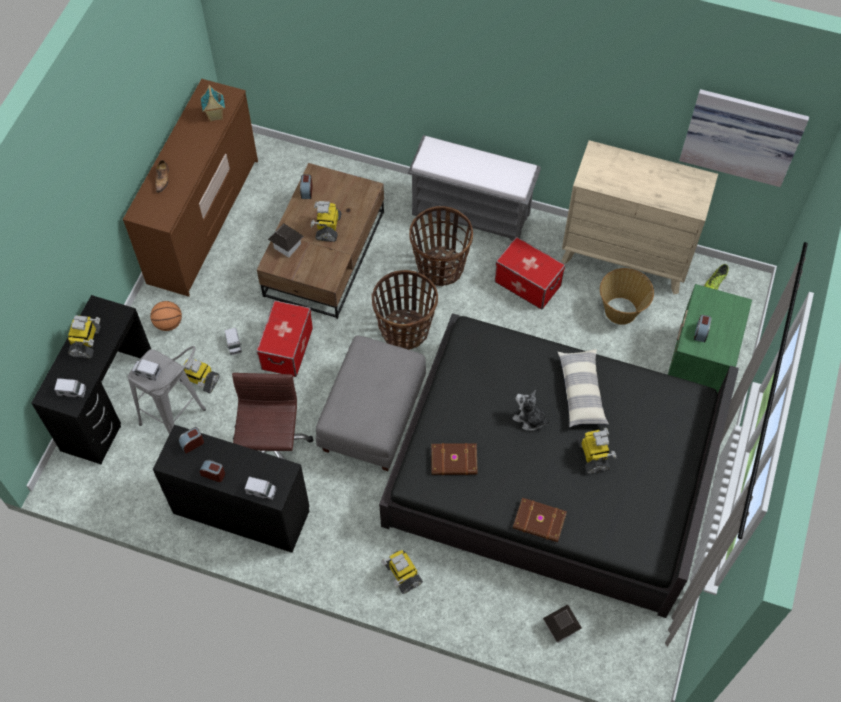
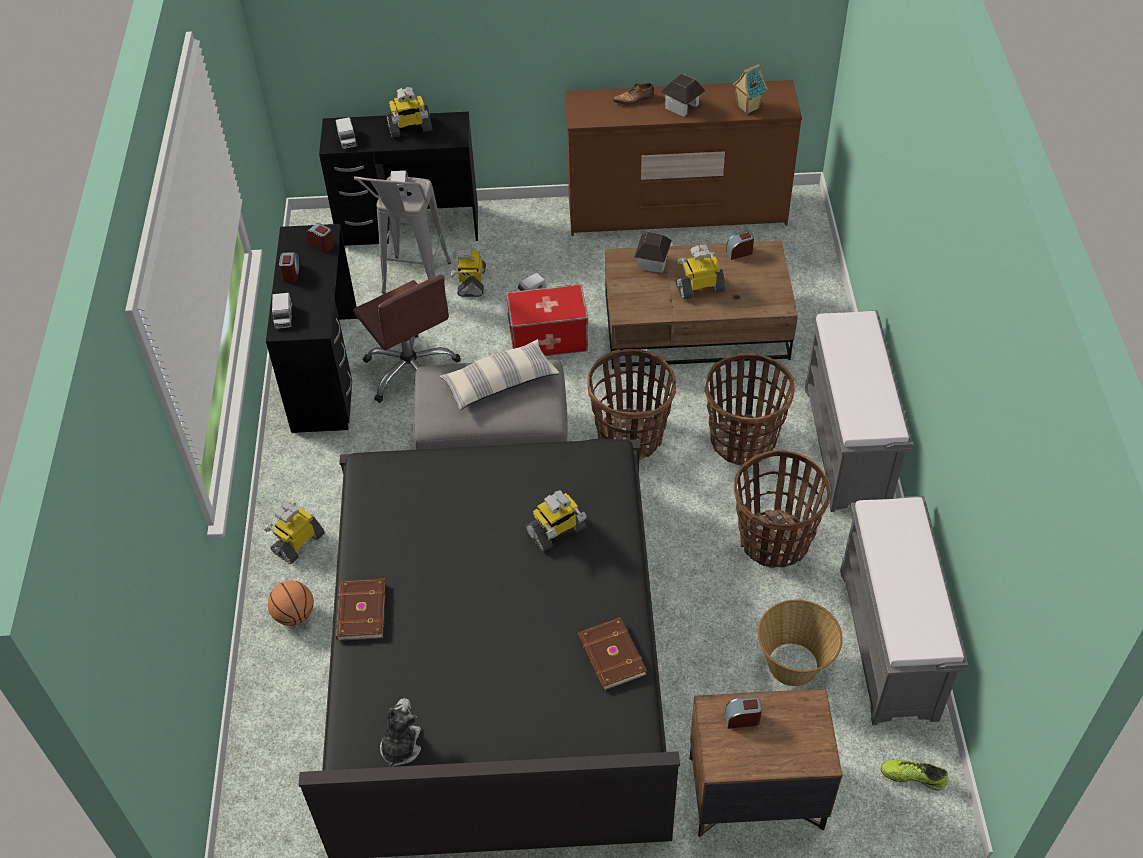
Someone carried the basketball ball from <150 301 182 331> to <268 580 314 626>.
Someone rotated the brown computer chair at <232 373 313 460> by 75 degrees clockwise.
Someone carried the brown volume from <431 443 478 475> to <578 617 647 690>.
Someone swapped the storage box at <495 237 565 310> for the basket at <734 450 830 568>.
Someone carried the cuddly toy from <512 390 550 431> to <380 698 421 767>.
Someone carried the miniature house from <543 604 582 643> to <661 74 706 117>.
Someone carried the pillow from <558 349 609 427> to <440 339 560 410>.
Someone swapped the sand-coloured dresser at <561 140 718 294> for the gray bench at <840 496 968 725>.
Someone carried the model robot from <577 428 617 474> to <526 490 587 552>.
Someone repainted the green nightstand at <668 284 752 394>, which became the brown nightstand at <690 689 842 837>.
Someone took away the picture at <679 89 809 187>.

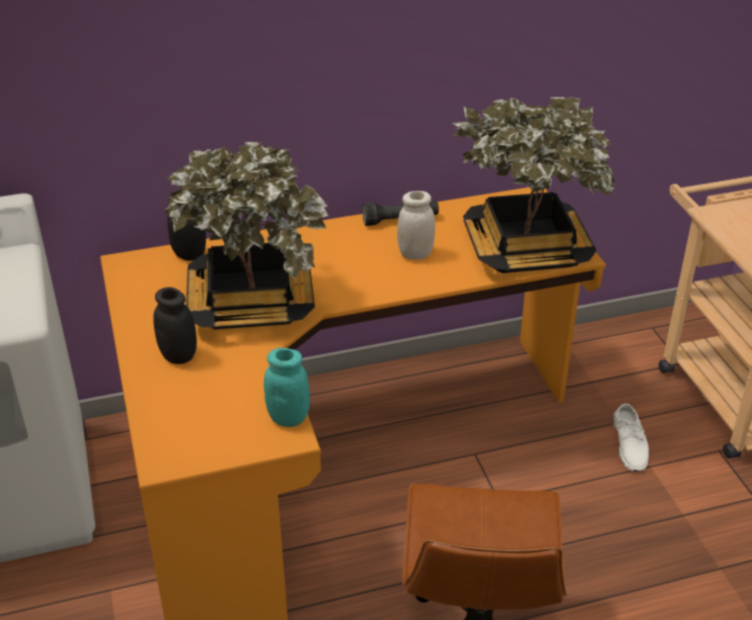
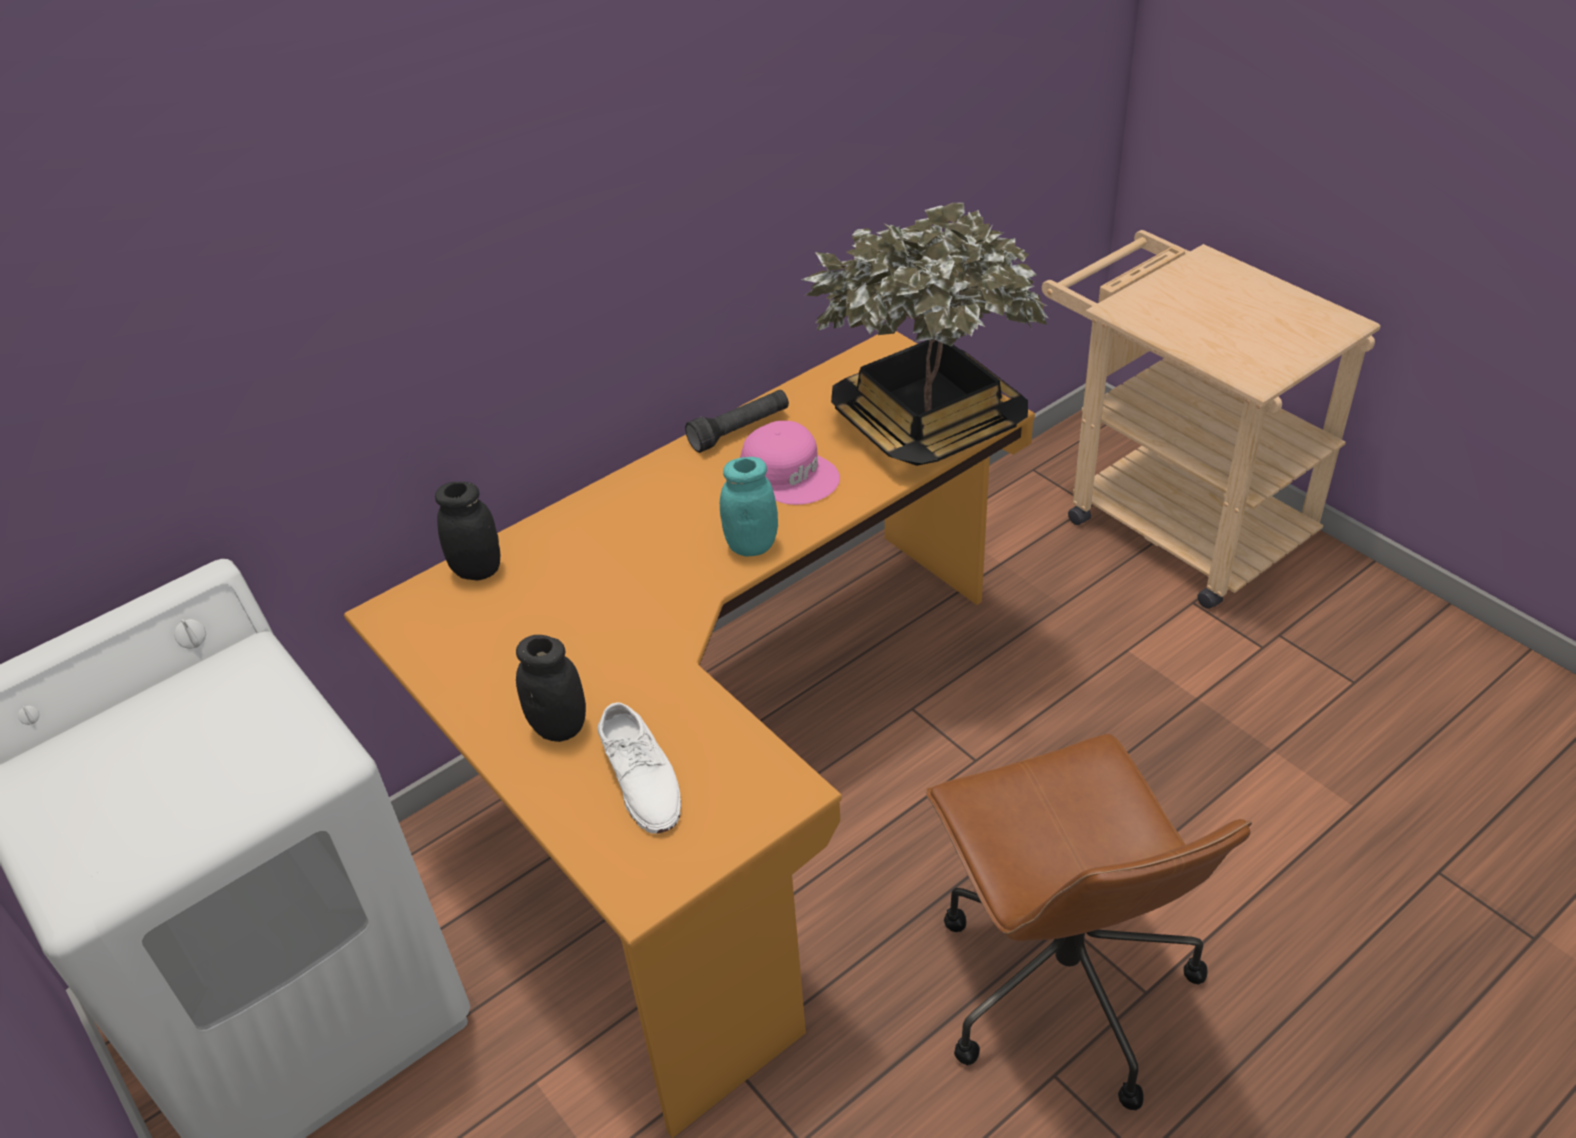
Someone took away the houseplant at <164 142 329 329>.
Someone carried the turquoise-coloured preserve jar from <264 348 310 427> to <720 457 778 557>.
Someone swapped the white preserve jar at <397 191 435 260> for the pink peaked cap at <740 421 840 505>.
Someone carried the white item of footwear from <613 404 649 472> to <597 702 681 834>.

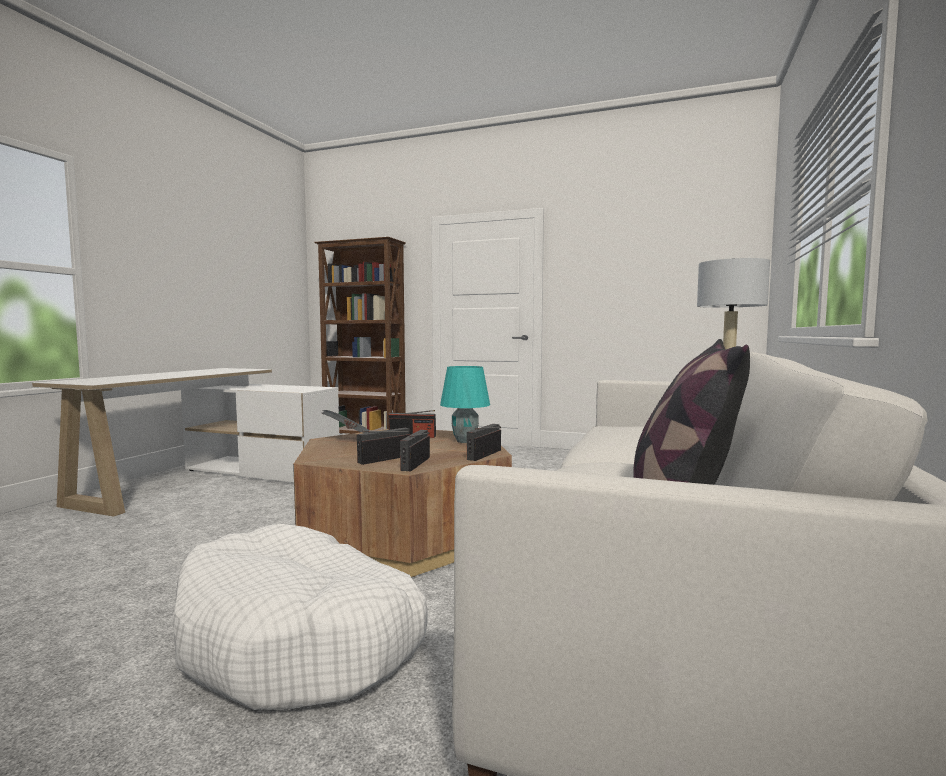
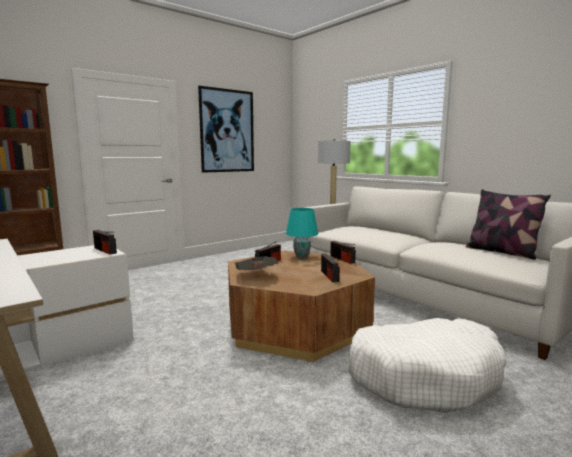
Someone carried the radio from <400 430 430 471> to <93 230 117 255>.
Someone put up the picture at <198 86 254 173>.

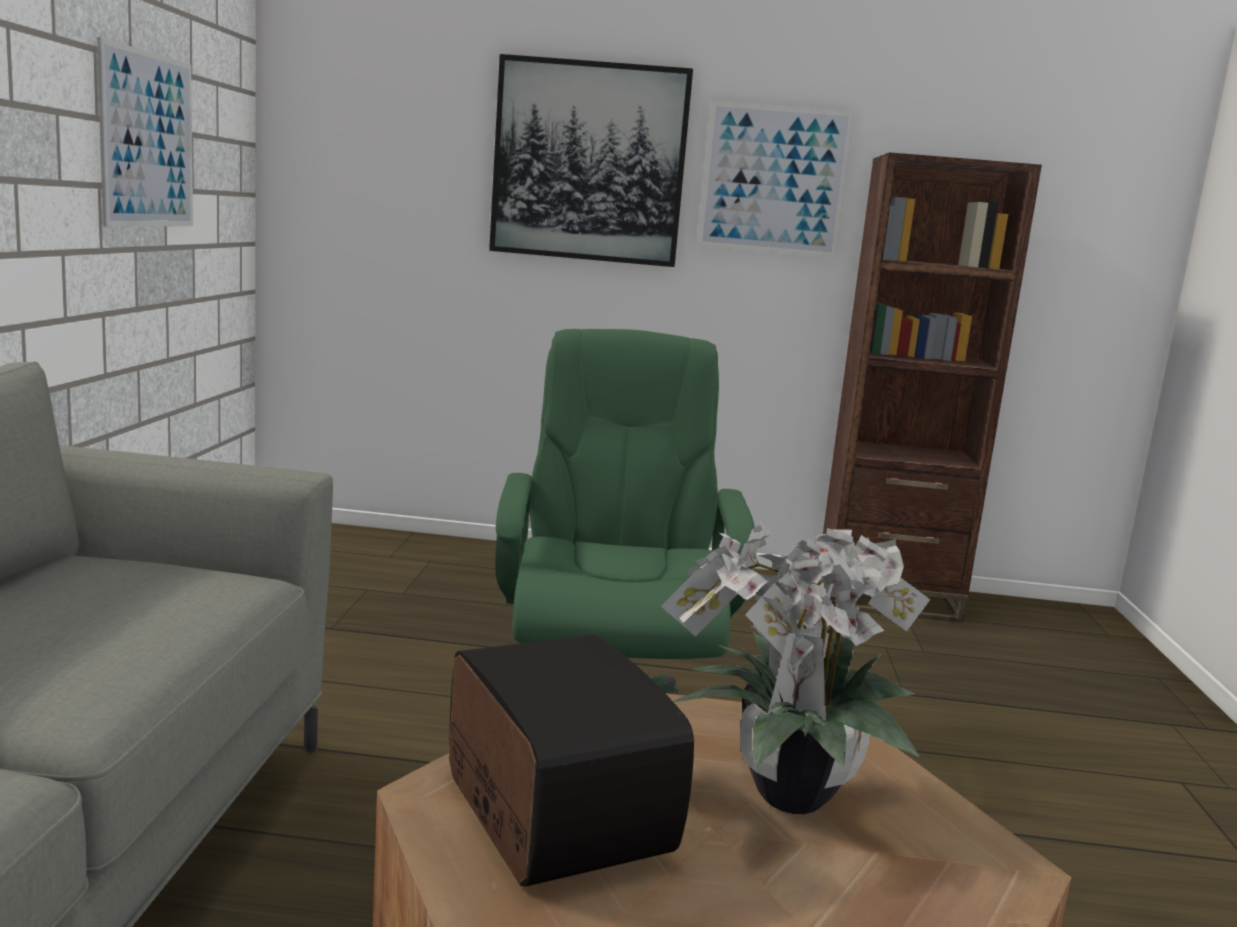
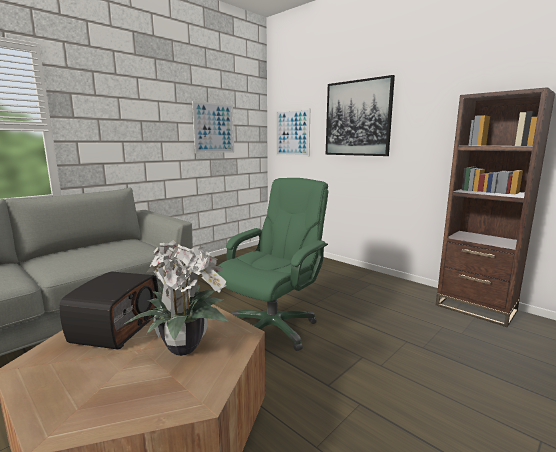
Someone carried the picture from <697 101 855 258> to <276 108 310 157>.

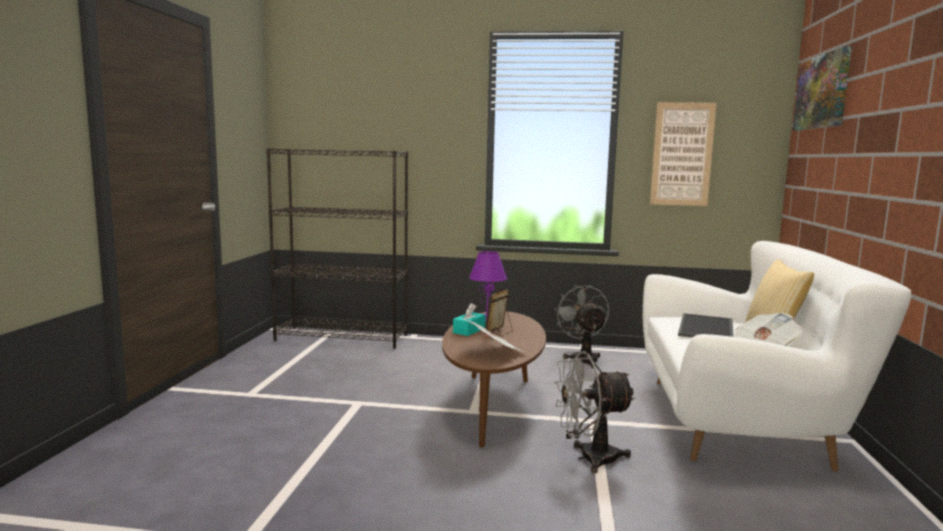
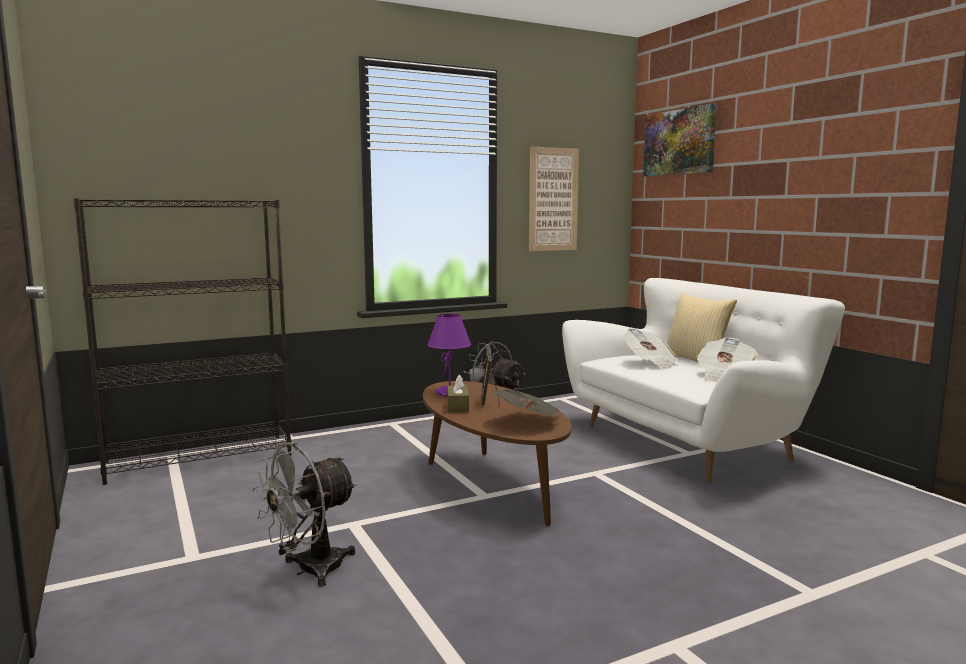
Someone repainted the turquoise-coloured tissue holder at <453 303 486 336>, which became the brown tissue holder at <448 374 469 413>.
Someone carried the gray cooling fan from <554 351 636 473> to <251 442 357 587>.
Someone swapped the carrying tray at <678 313 734 338> for the newspaper at <623 328 679 369>.

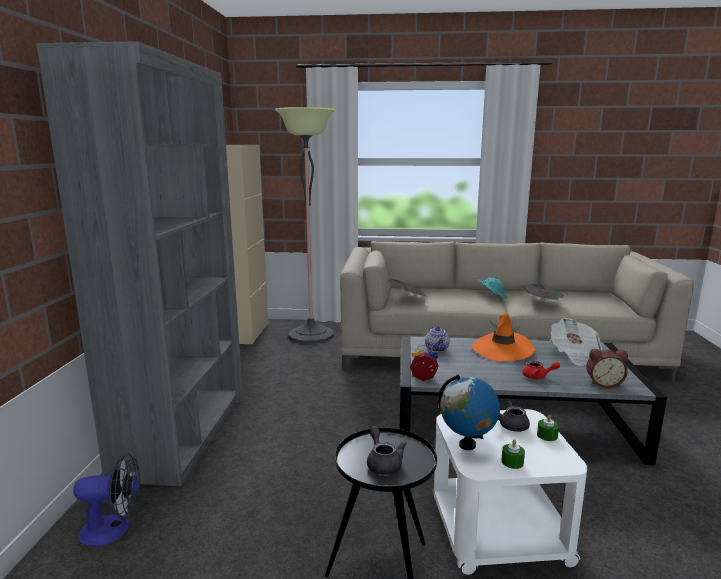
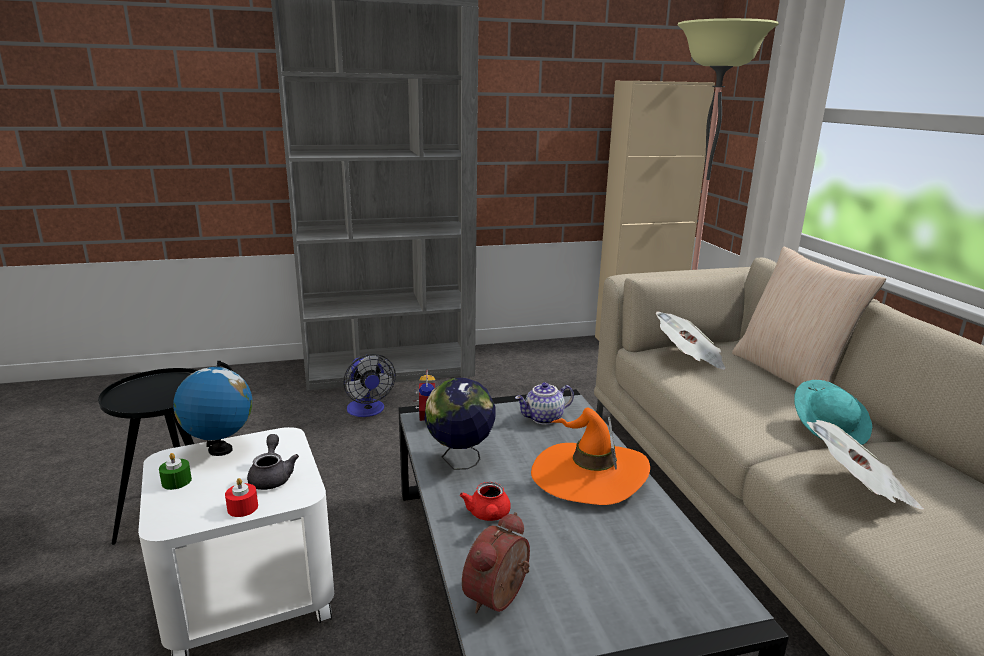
Someone carried the cooling fan from <73 454 140 547> to <343 354 396 417>.
Someone took away the gray teapot at <367 426 407 475>.
Someone repainted the green wax light at <537 414 559 441>, which became the reddish wax light at <225 478 258 517>.
Someone took away the newspaper at <551 318 602 366>.
Someone rotated the bedside clock at <586 349 628 388> by 45 degrees clockwise.
Someone put down the world globe at <424 378 495 470>.
Someone put down the sand-coloured pillow at <732 246 886 387>.

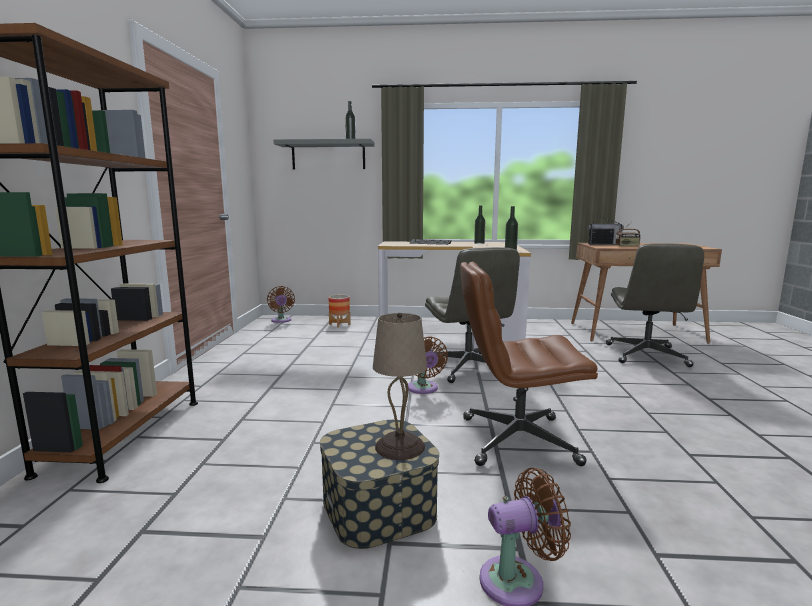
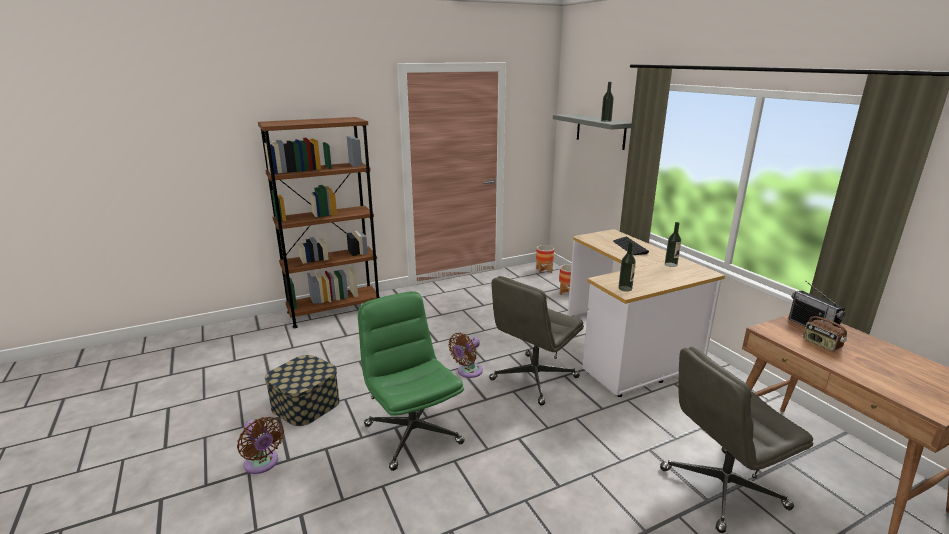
Someone swapped the brown cooling fan at <267 286 295 323> for the planter at <536 245 554 274>.
Someone took away the sand-coloured tabletop lamp at <373 313 427 460>.
Someone repainted the brown computer chair at <460 262 598 466>, which became the green computer chair at <358 291 465 471>.

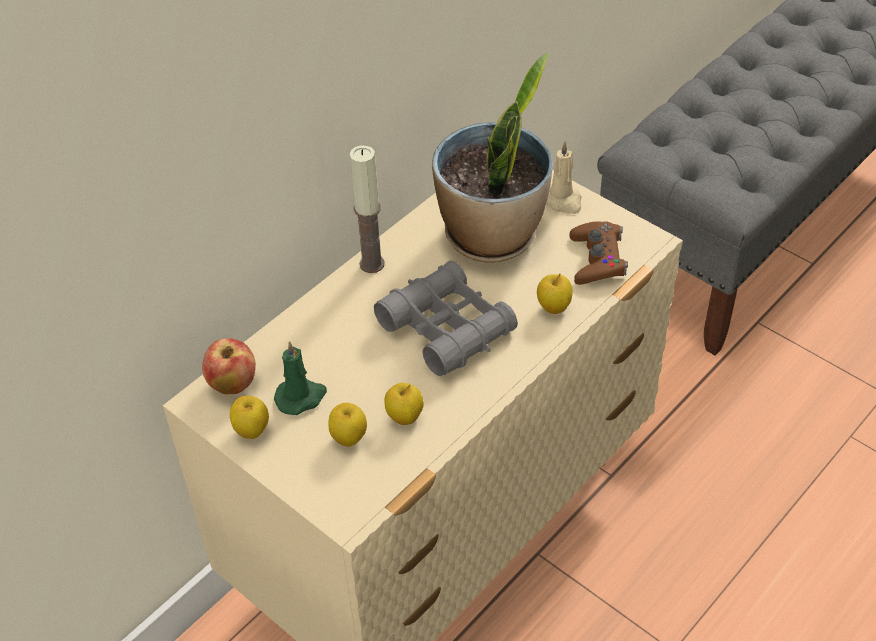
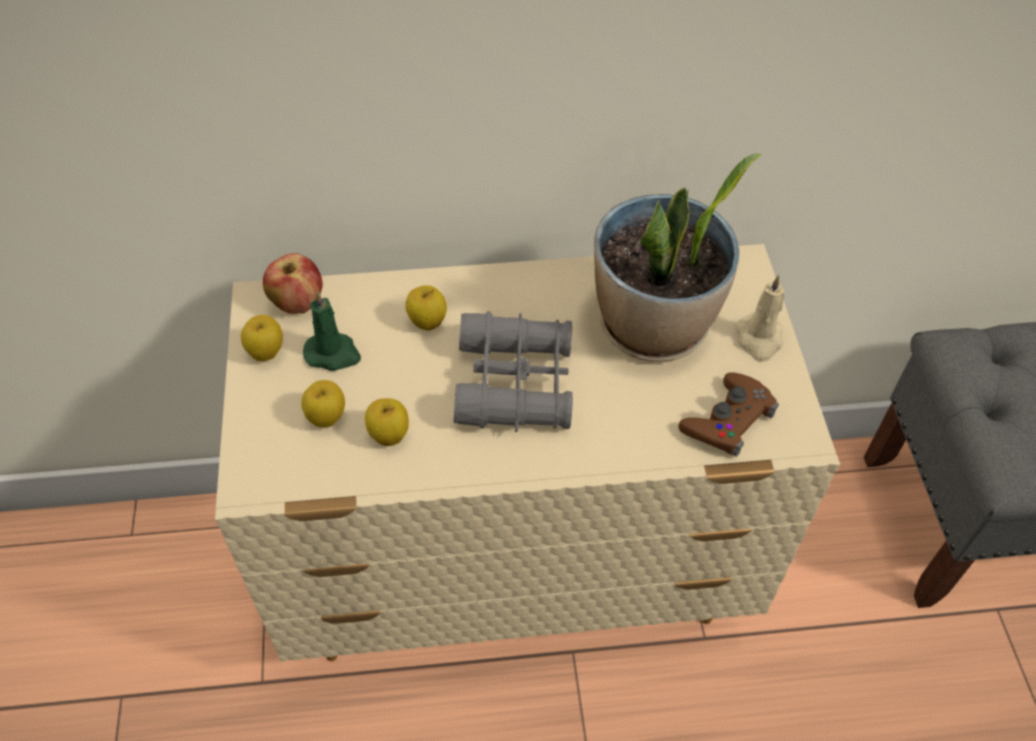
Someone took away the wax light at <350 145 384 273>.
Someone carried the whole apple from <537 274 573 314> to <405 285 447 331>.

